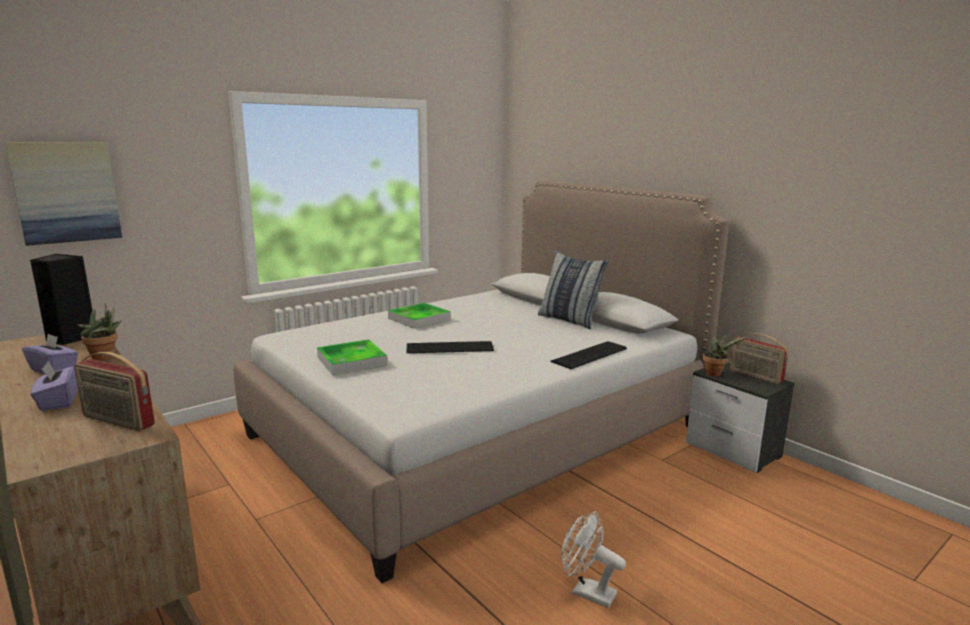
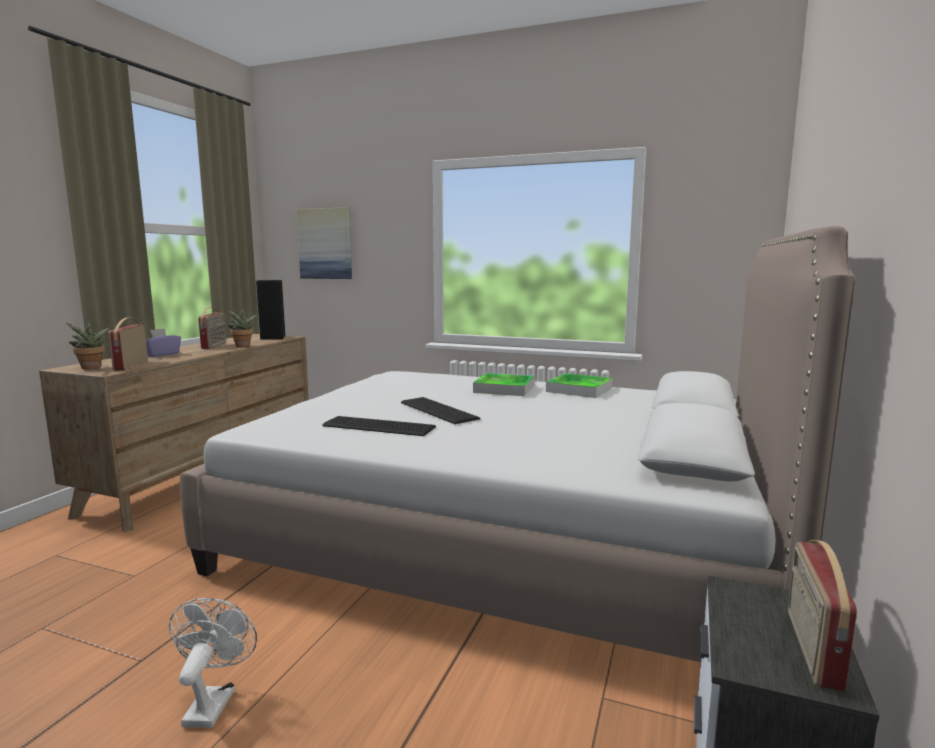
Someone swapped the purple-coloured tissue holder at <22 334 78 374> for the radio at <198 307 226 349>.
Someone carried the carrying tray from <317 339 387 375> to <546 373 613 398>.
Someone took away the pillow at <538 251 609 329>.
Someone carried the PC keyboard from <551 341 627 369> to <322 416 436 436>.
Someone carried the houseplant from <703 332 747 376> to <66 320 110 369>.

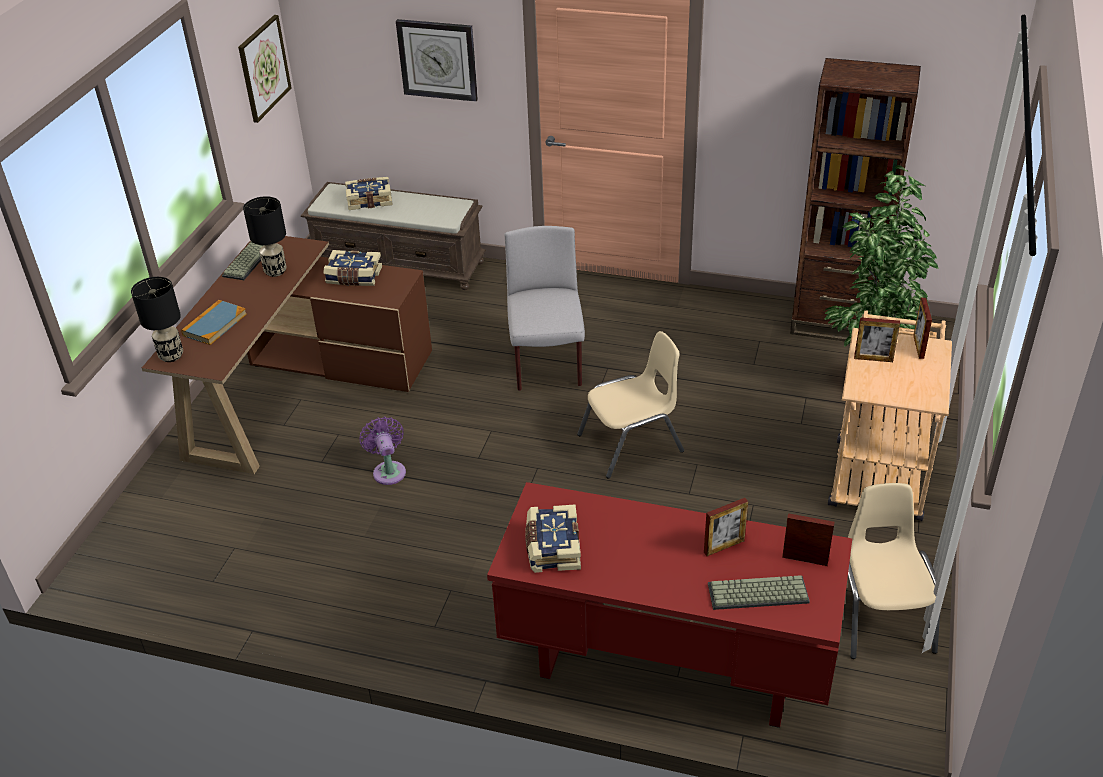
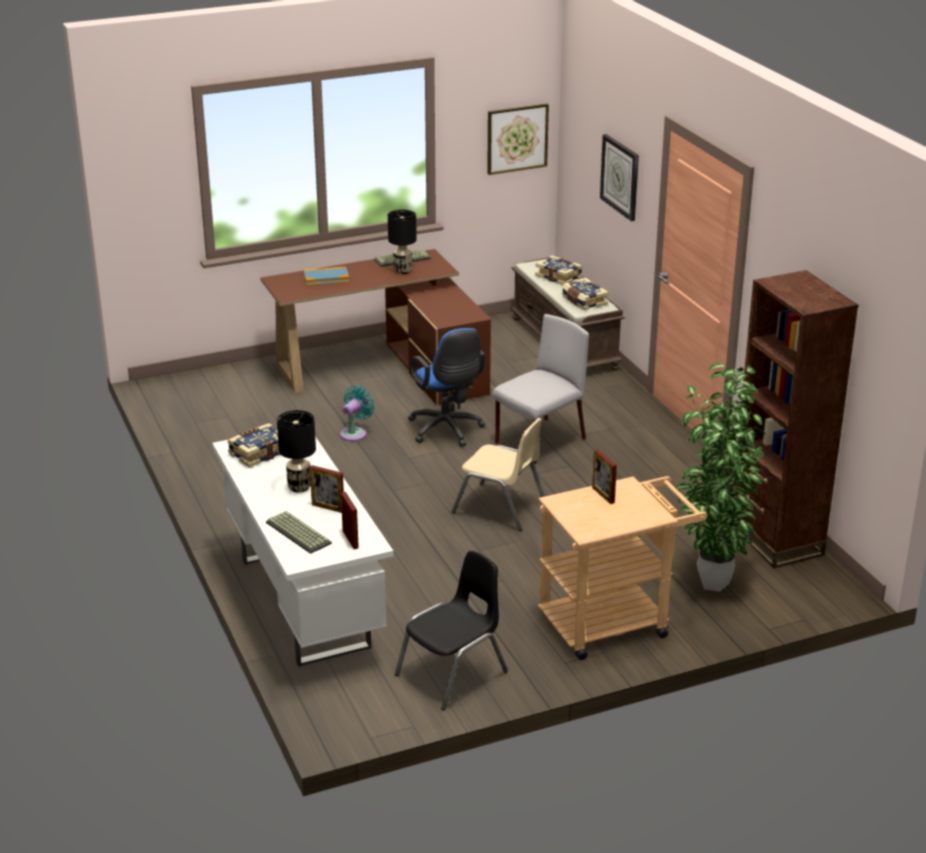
Someone carried the blackish tabletop lamp from <131 277 183 362> to <277 410 316 493>.
Someone carried the volume from <324 250 382 286> to <562 278 609 310>.
Someone repainted the purple-coloured cooling fan at <360 417 406 485>, which became the turquoise-coloured cooling fan at <340 386 375 441>.
Someone repainted the reddish desk at <487 482 852 728>, which became the white desk at <212 430 394 667>.
Someone repainted the sand-coloured upright chair at <848 483 940 659>, which became the blackish upright chair at <395 551 508 710>.
Someone took away the picture frame at <913 298 932 359>.
Someone put down the blue computer chair at <408 328 485 447>.

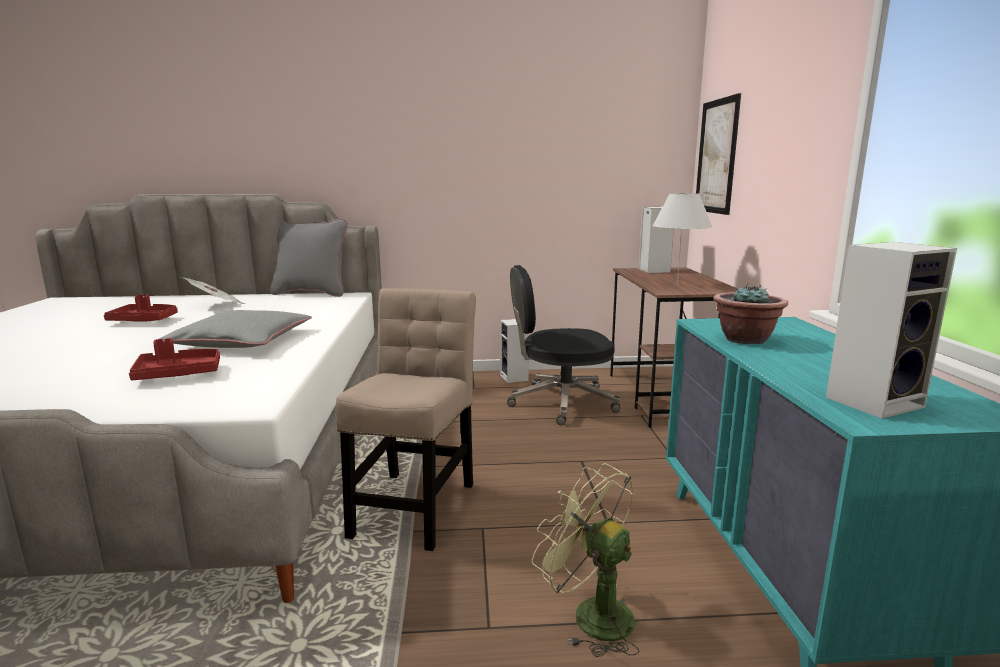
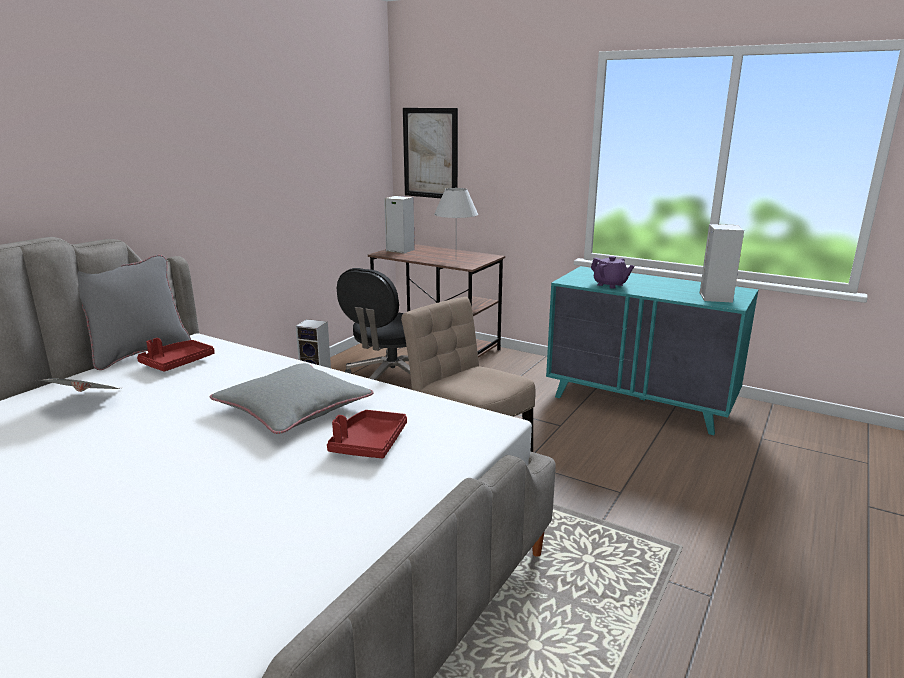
Someone carried the reddish carrying tray from <104 295 178 322> to <137 338 215 372>.
Someone took away the green cooling fan at <532 463 640 657>.
Someone swapped the houseplant at <713 284 788 344> for the purple-coloured teapot at <591 256 634 289>.

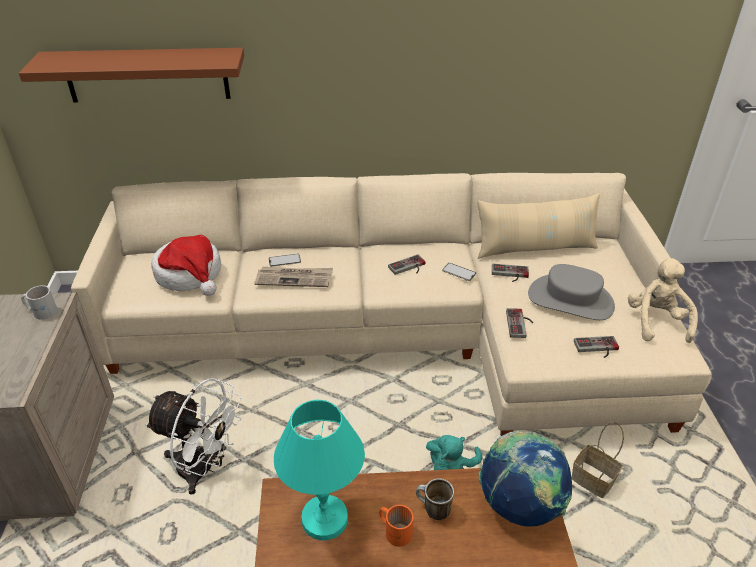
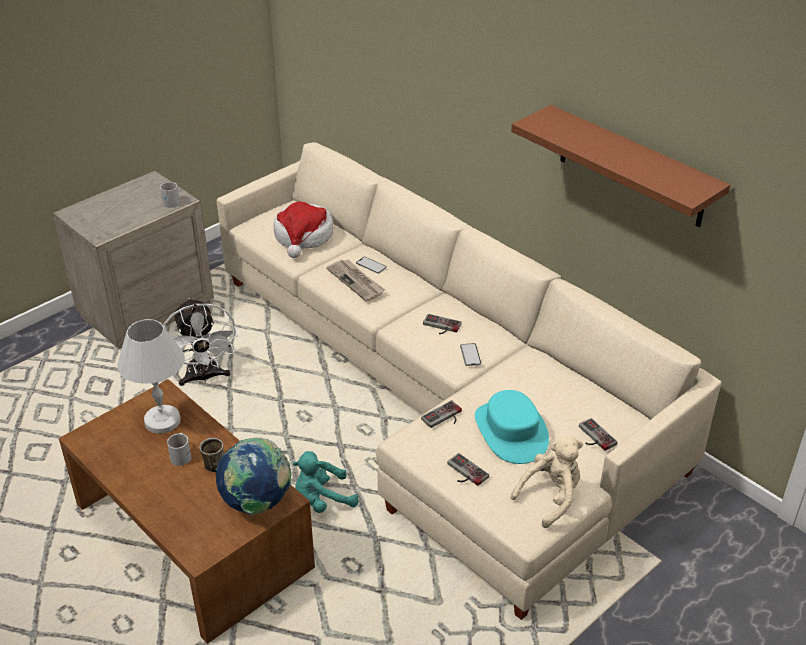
Someone carried the brown bracket shelf from <19 48 244 103> to <511 105 730 228>.
Someone repainted the turquoise-coloured tabletop lamp at <274 400 365 540>, which became the white tabletop lamp at <117 319 185 434>.
Someone repainted the orange-coloured coffee mug at <379 505 413 547>, which became the white coffee mug at <167 433 191 466>.
Someone took away the sand-coloured pillow at <477 193 600 259>.
Someone carried the gamepad from <492 264 529 282> to <579 418 618 451>.
Someone repainted the gray hat at <528 264 615 320>, which became the turquoise-coloured hat at <475 390 549 464>.
Someone took away the basket at <571 422 624 498>.

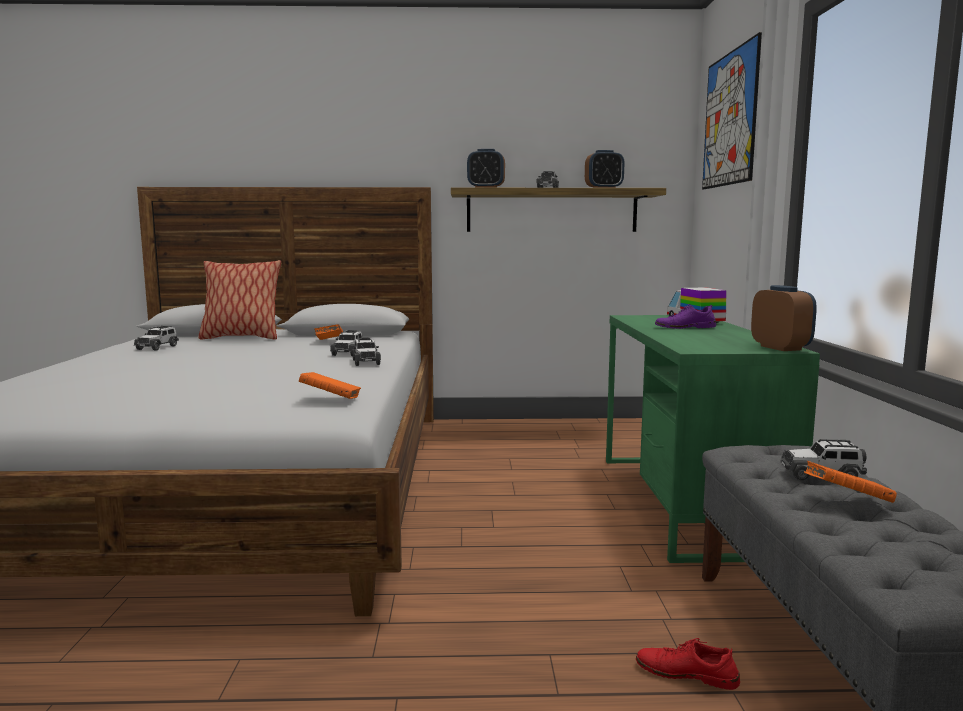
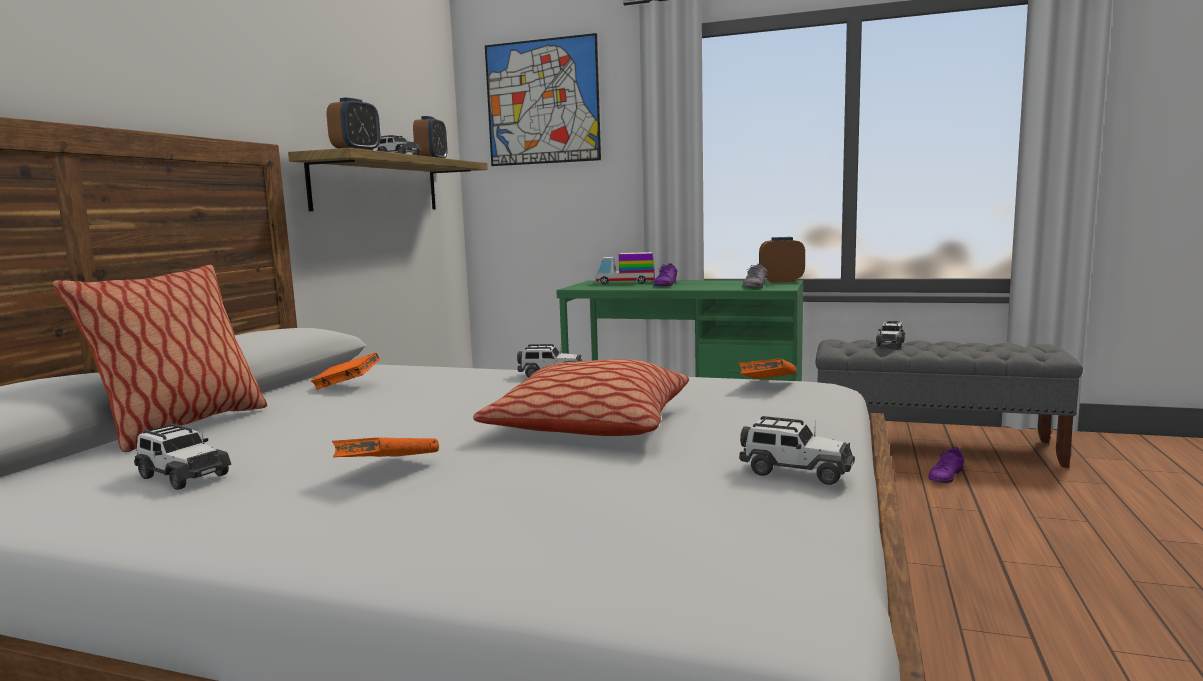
Someone carried the model car from <330 330 363 356> to <739 416 855 485>.
Someone repainted the reddish item of footwear at <636 638 740 690>, which became the purple-coloured item of footwear at <928 447 964 483>.
Someone carried the orange-coloured volume from <804 461 897 503> to <332 437 439 457>.
Someone put down the pillow at <473 359 689 436>.
Someone put down the gray item of footwear at <742 264 767 288>.

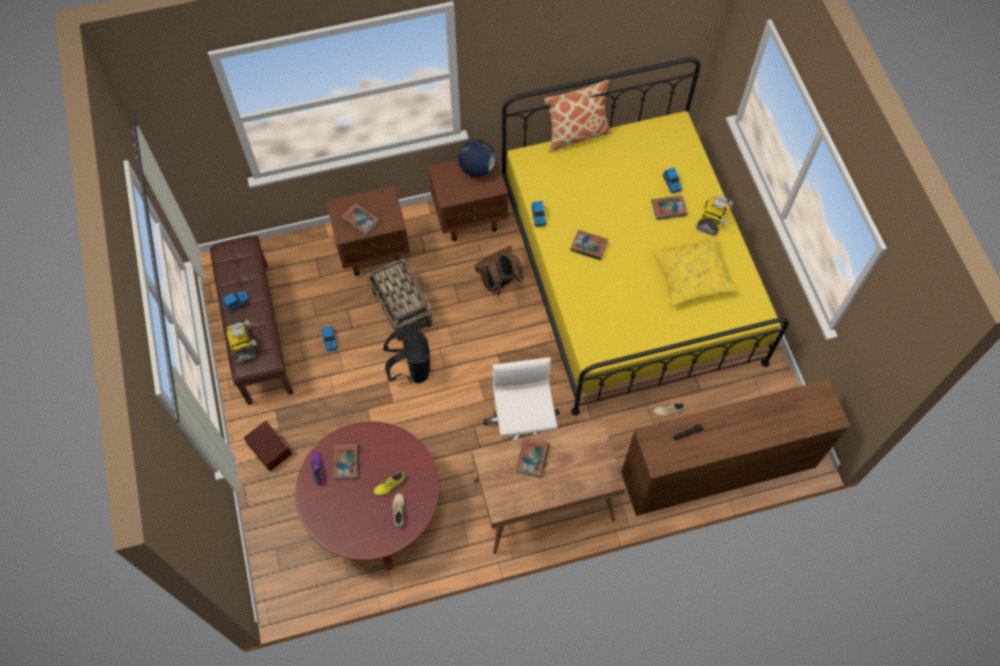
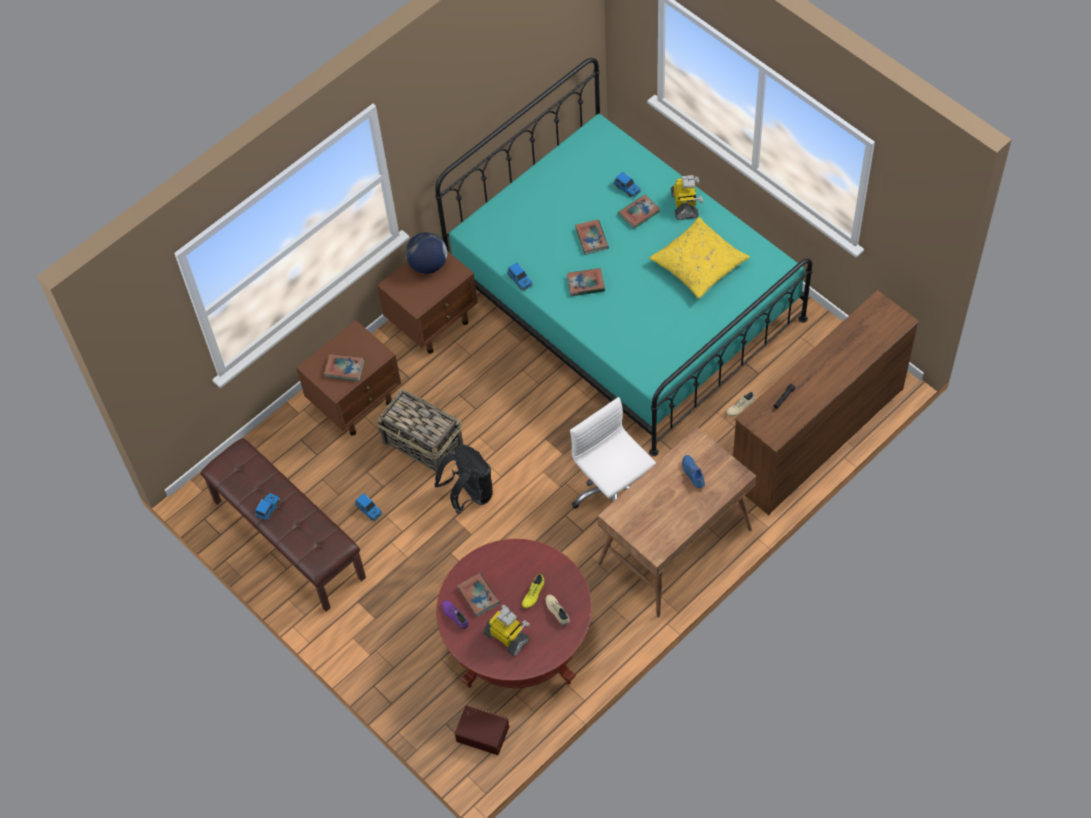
Someone carried the model robot from <226 320 257 364> to <483 605 530 656>.
Someone carried the brown storage box from <244 421 292 471> to <454 705 509 755>.
Someone took away the brown knapsack at <475 245 523 297>.
Someone repainted the yellow-coloured sleeping bed at <501 58 789 416>, which became the turquoise-coloured sleeping bed at <435 58 813 456>.
Someone carried the volume from <516 437 550 478> to <575 220 609 255>.
Someone took away the pillow at <544 79 612 152>.
Someone put down the blue item of footwear at <682 455 706 490>.

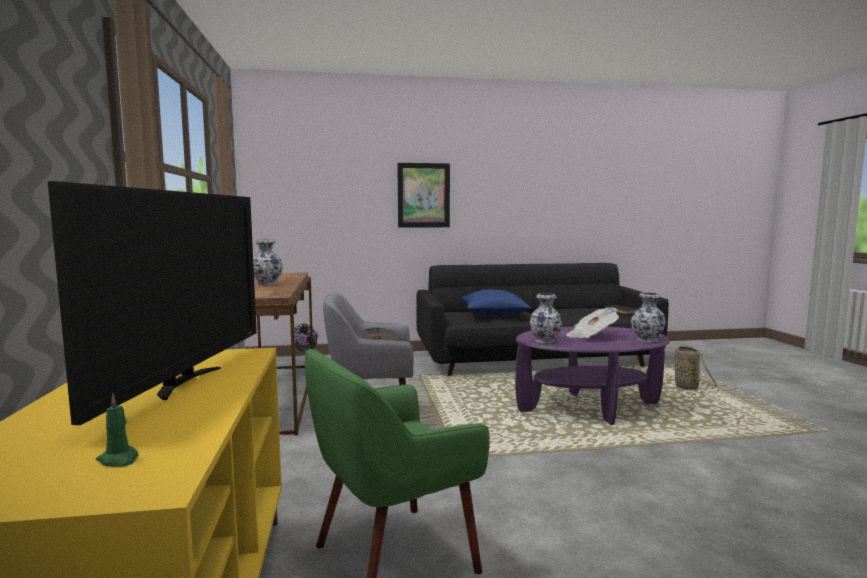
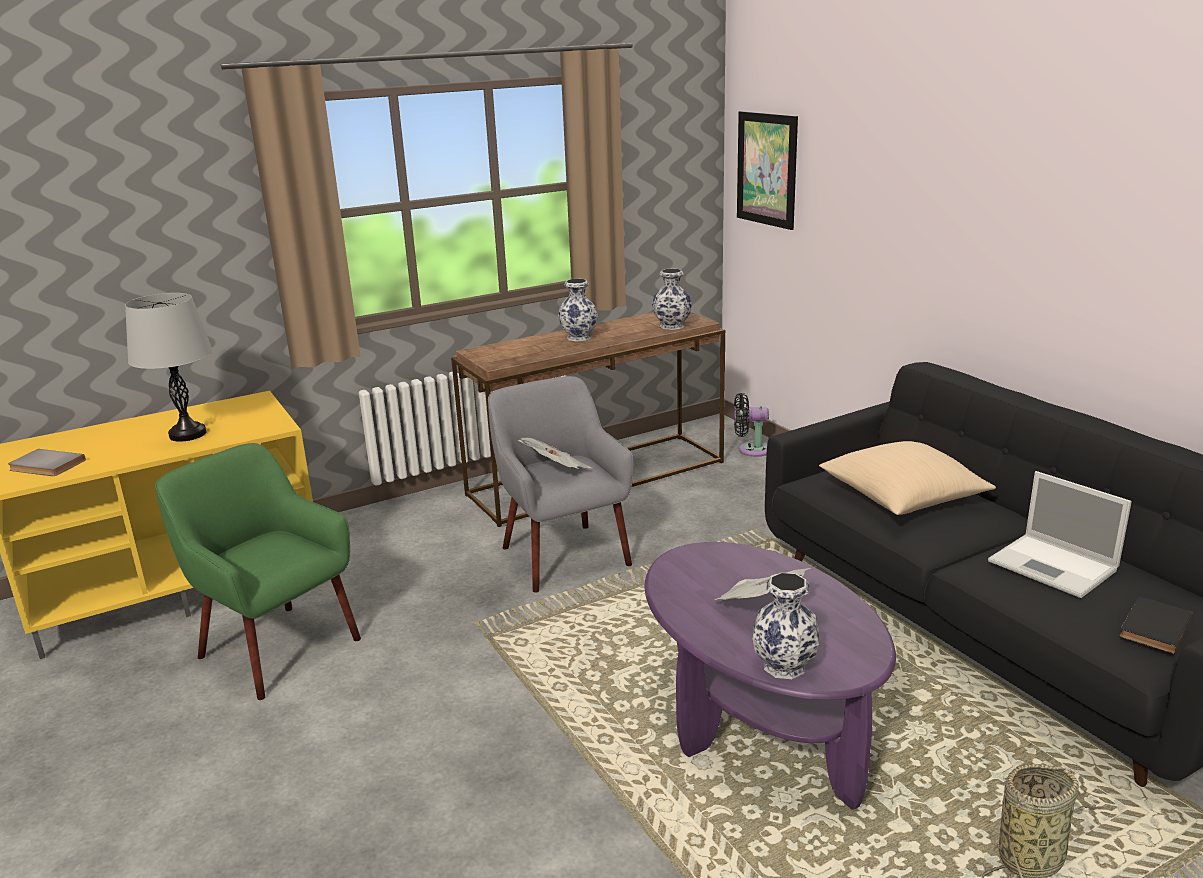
Someone swapped the TV at <48 181 257 425> for the gray tabletop lamp at <125 293 213 442>.
Someone swapped the green wax light at <96 394 138 467> for the gray volume at <8 449 86 476>.
Someone carried the picture from <397 163 450 228> to <737 111 798 230>.
Someone repainted the blue pillow at <461 290 531 315>, which became the sand-coloured pillow at <819 441 996 515>.
Someone carried the flower vase from <530 293 562 343> to <652 268 692 330>.
Someone put down the laptop at <988 471 1132 598>.

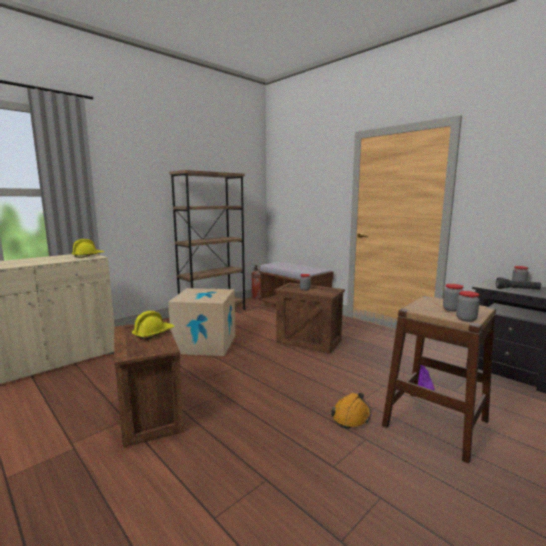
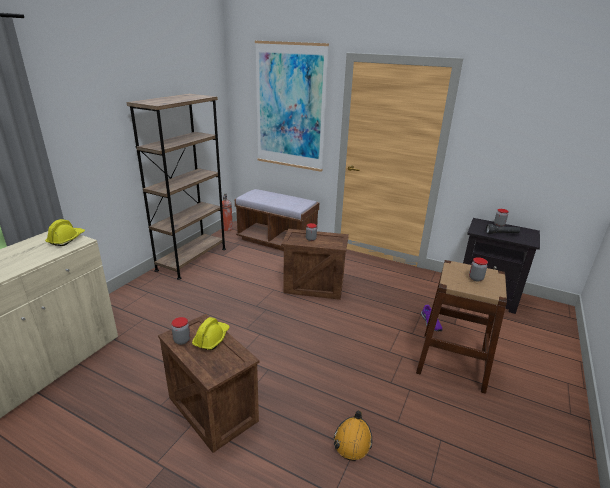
Someone took away the cardboard box at <168 288 235 356>.
Someone carried the orange-coloured work helmet from <331 393 371 429> to <334 410 372 461>.
Someone carried the preserve jar from <456 291 480 322> to <171 317 190 345>.
Someone put up the picture at <255 41 329 172>.

